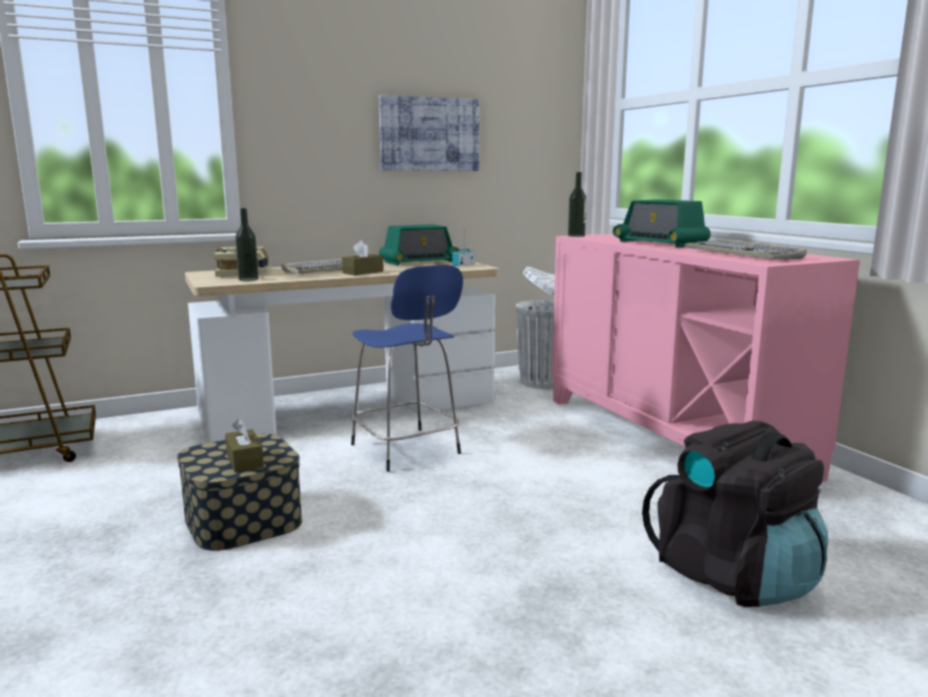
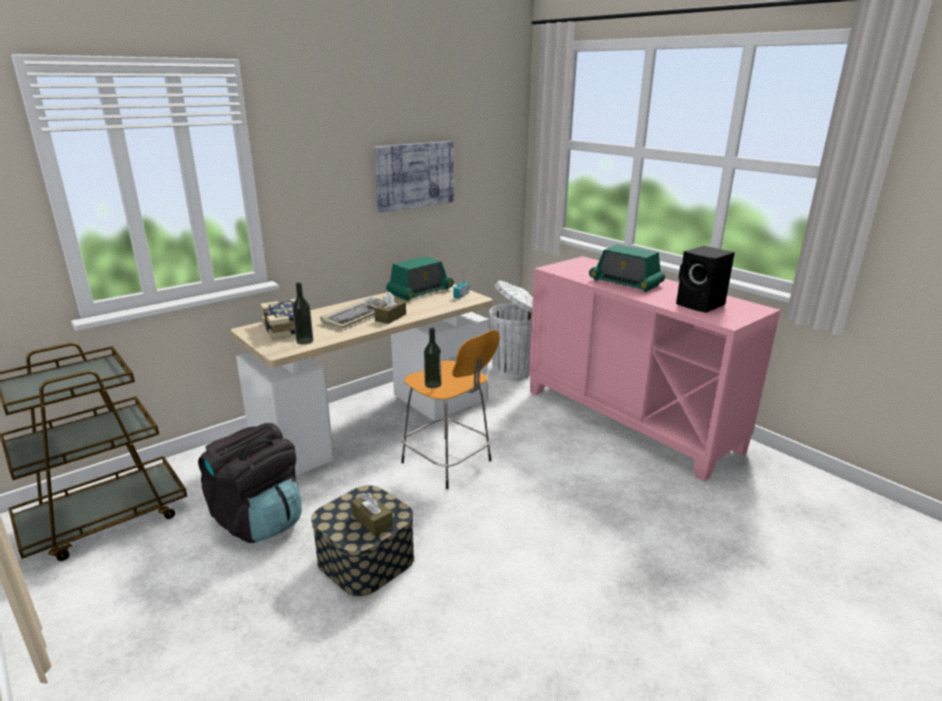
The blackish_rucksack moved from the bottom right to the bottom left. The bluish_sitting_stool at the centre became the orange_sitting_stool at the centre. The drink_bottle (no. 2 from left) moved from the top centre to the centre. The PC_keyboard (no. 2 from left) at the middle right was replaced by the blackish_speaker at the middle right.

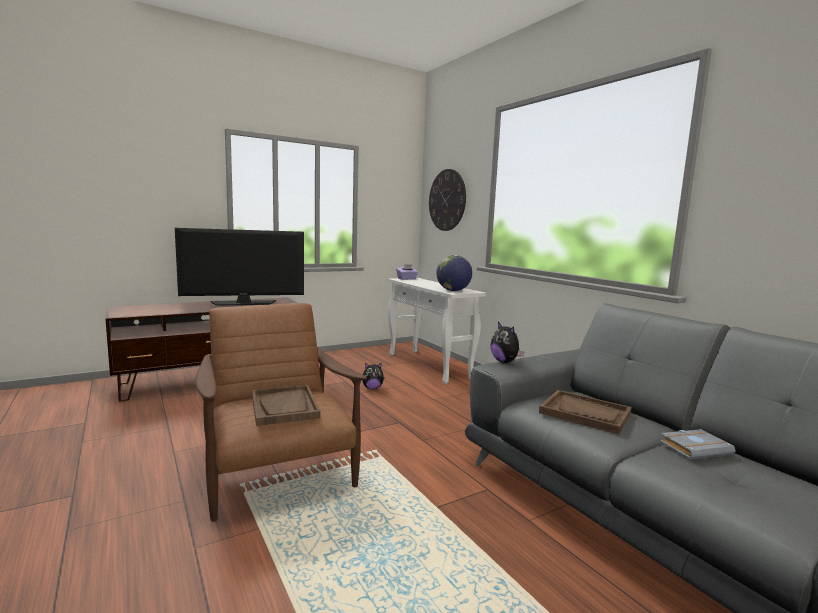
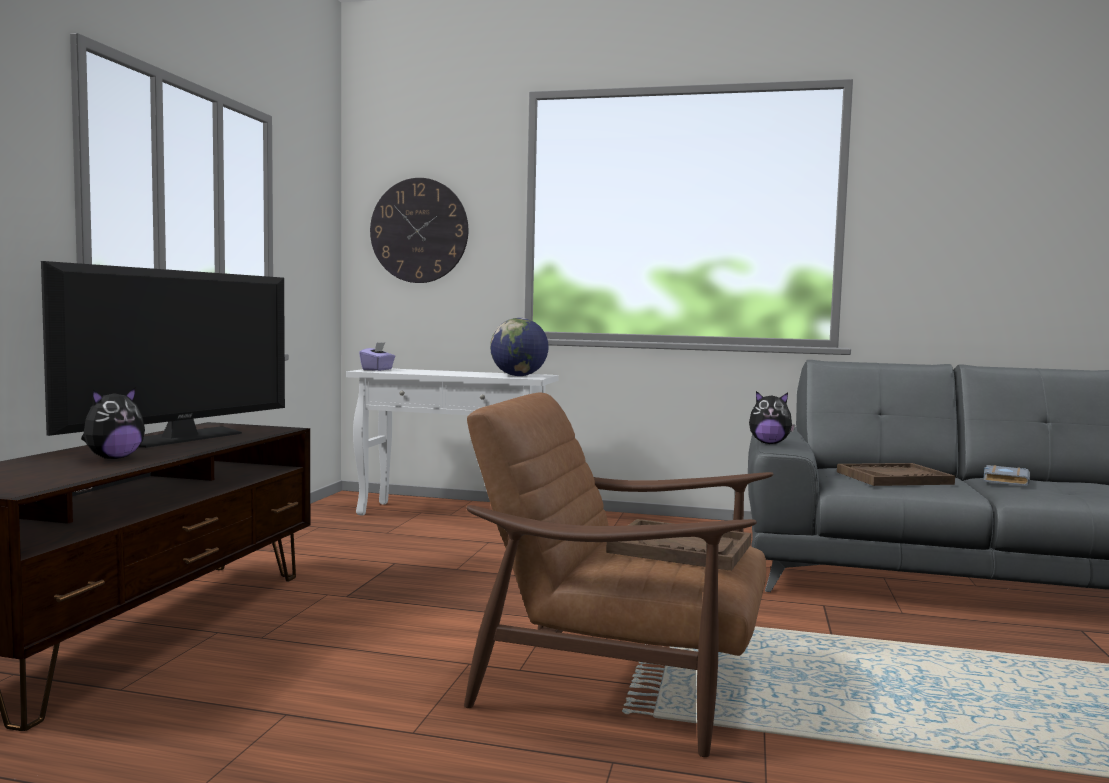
The plush_toy (no. 1 from left) moved from the centre to the middle left.

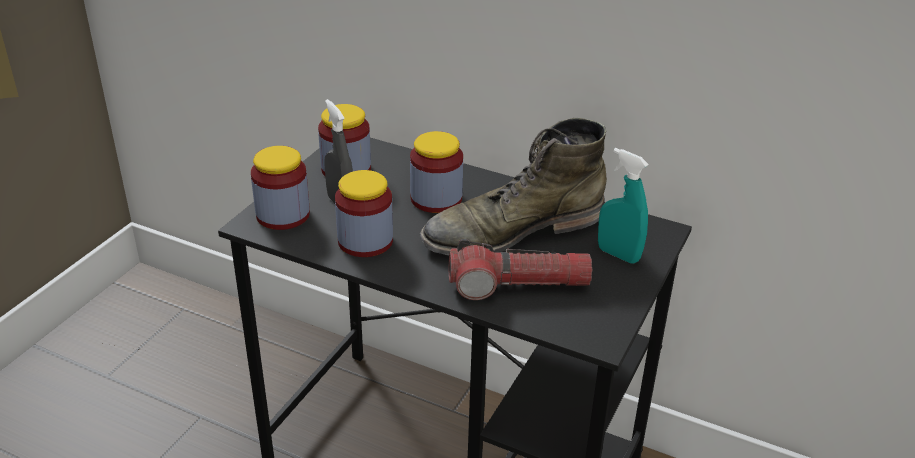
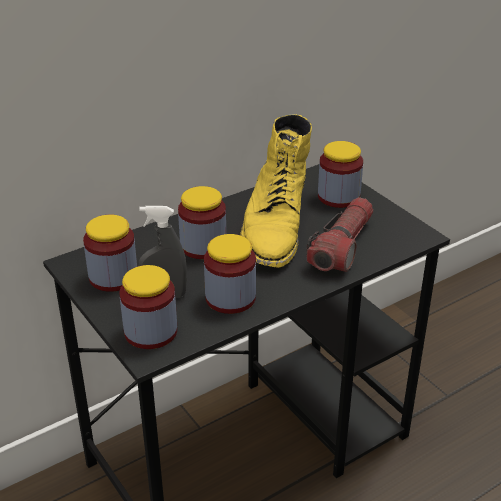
The greenish_boot at the centre became the yellow-coloured_boot at the centre. The blue-green_spray_bottle at the middle right was replaced by the preserve_jar (no. 5 from left) at the middle right.

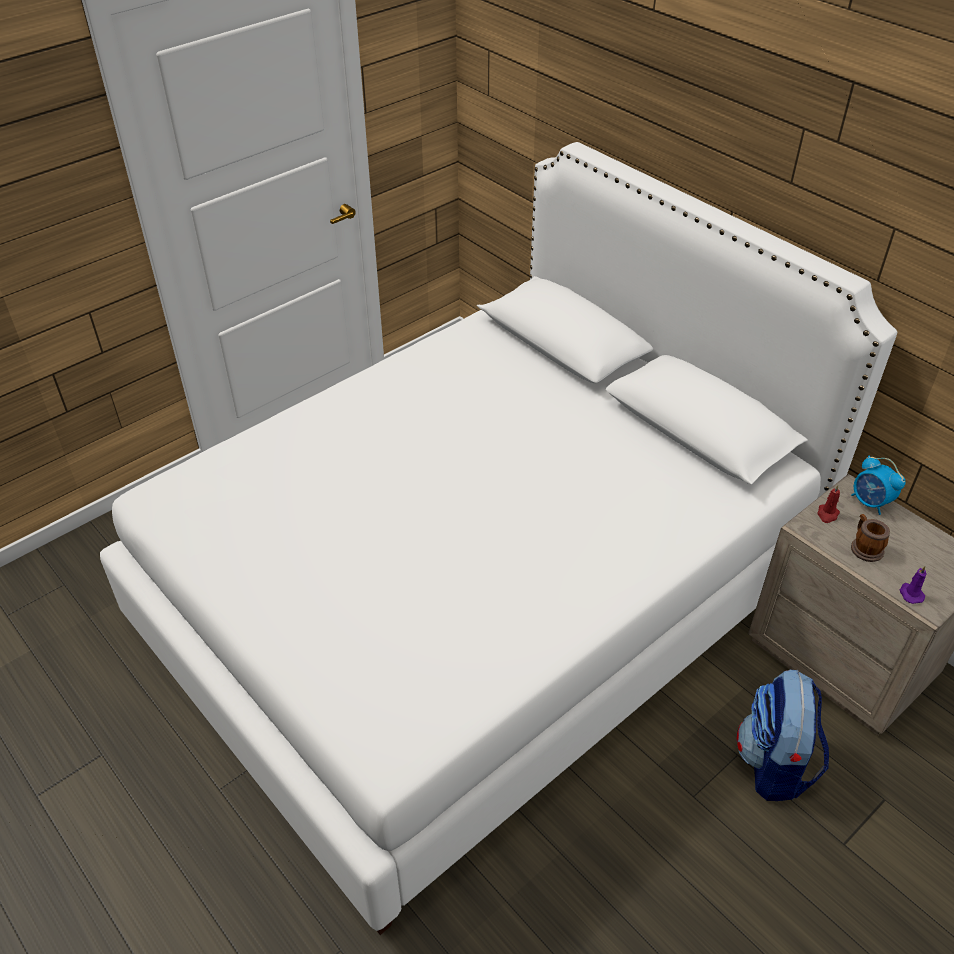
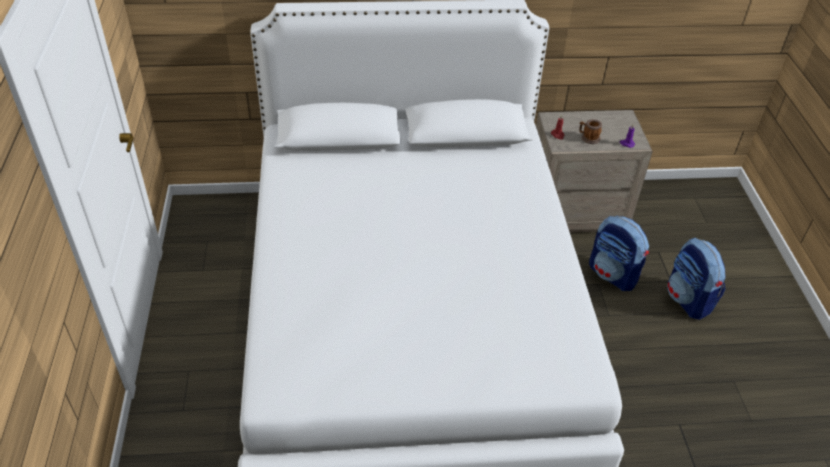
The rucksack (no. 2 from left) at the middle right appeared. The table_clock at the middle right disappeared.

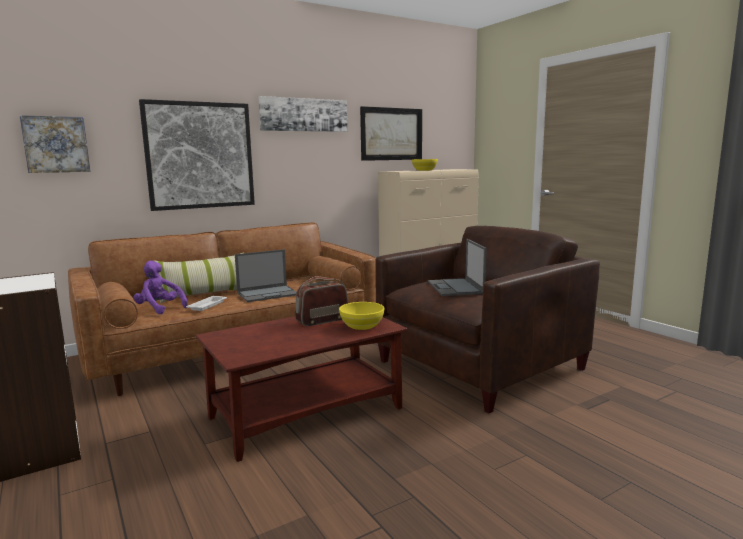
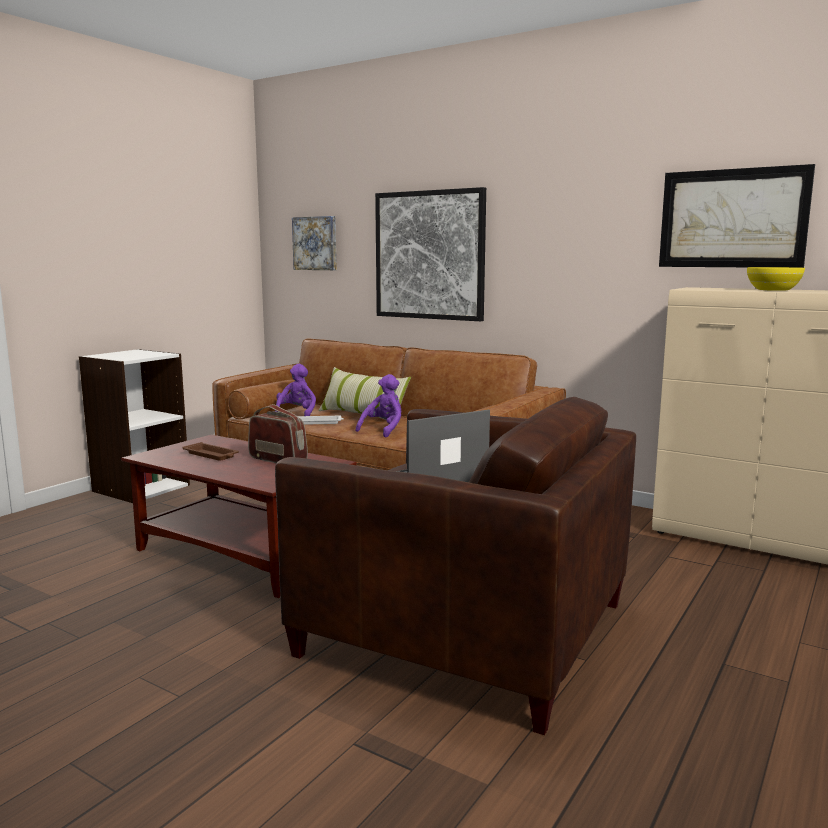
The brownish_serving_tray at the middle left appeared. The notebook_computer (no. 1 from left) at the centre was replaced by the purple-coloured_plush_toy (no. 2 from left) at the centre. The wall_picture (no. 3 from left) at the top centre disappeared. The yellow-coloured_deep_dish (no. 1 from left) at the centre disappeared.

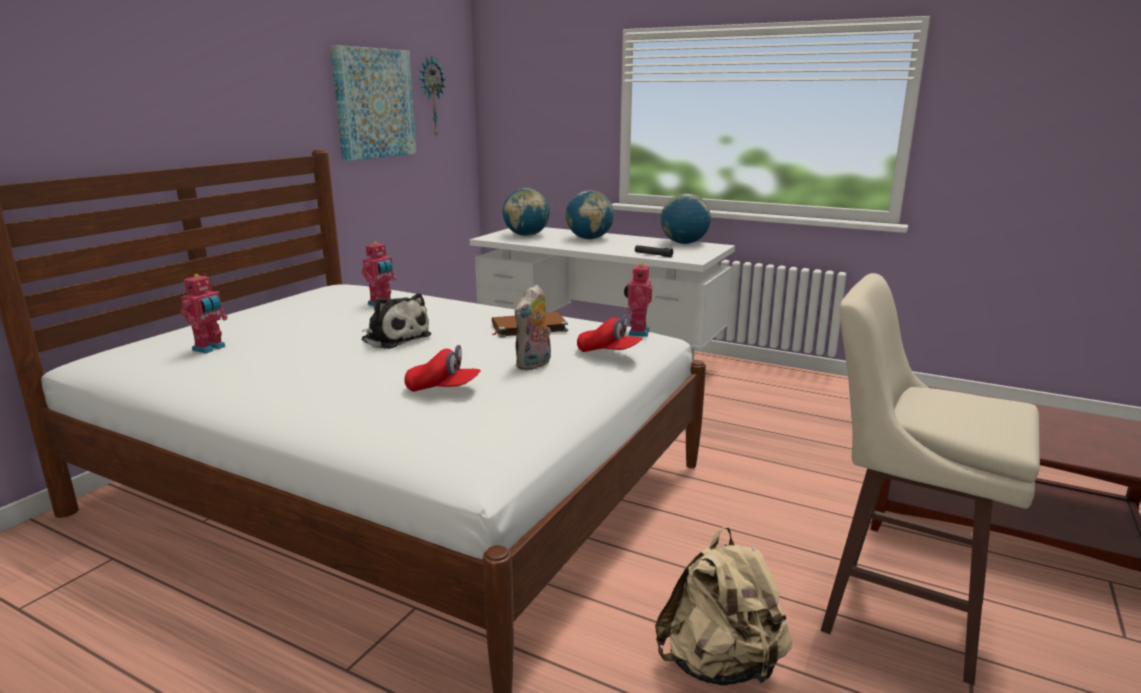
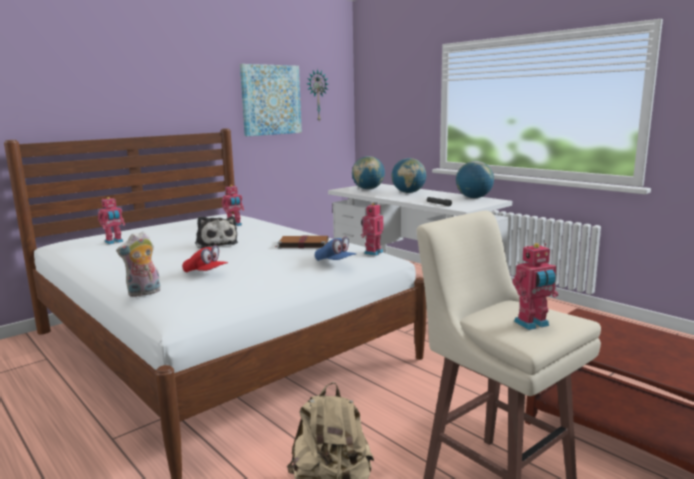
The plush_toy (no. 2 from left in the first image) moved from the centre to the middle left. The reddish_peaked_cap (no. 2 from left) at the centre became the bluish_peaked_cap at the centre. The toy_robot (no. 4 from left) at the middle right appeared.

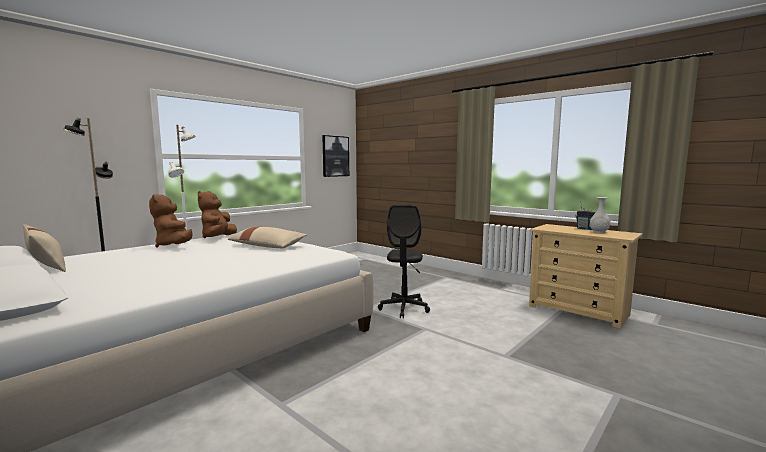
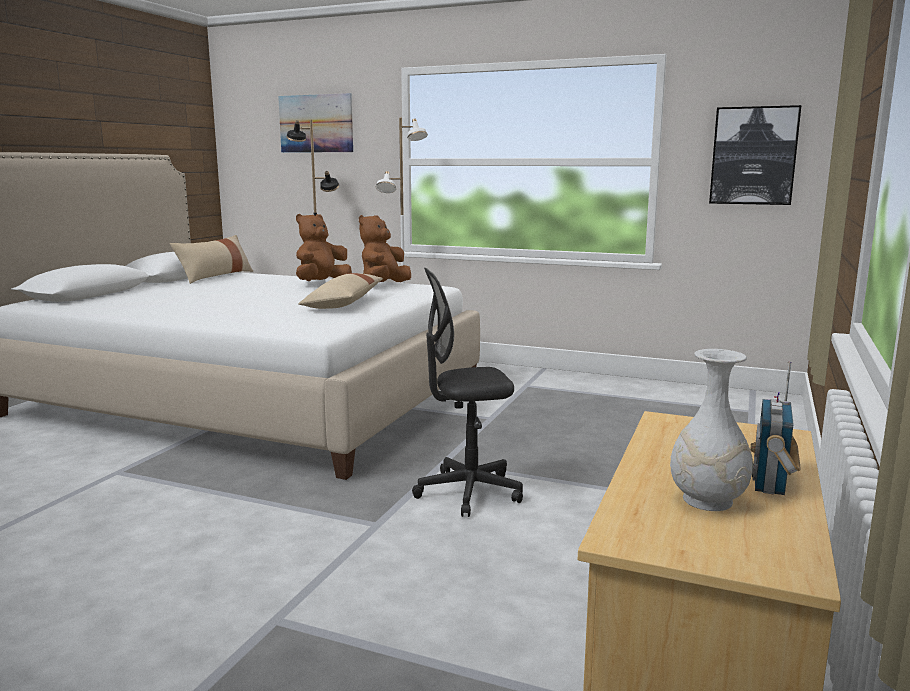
The wall_picture (no. 1 from left) at the top centre appeared. The brownish_plush_toy (no. 2 from left) at the middle left turned 45 degrees counterclockwise.

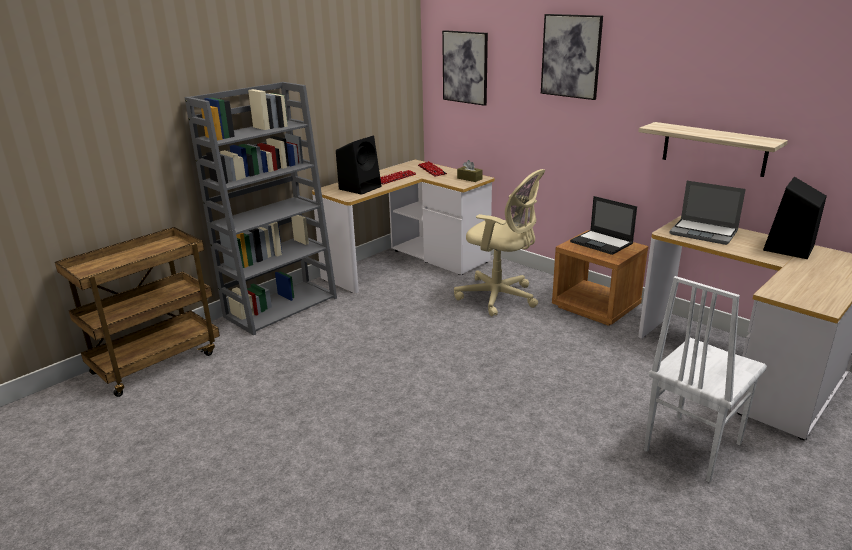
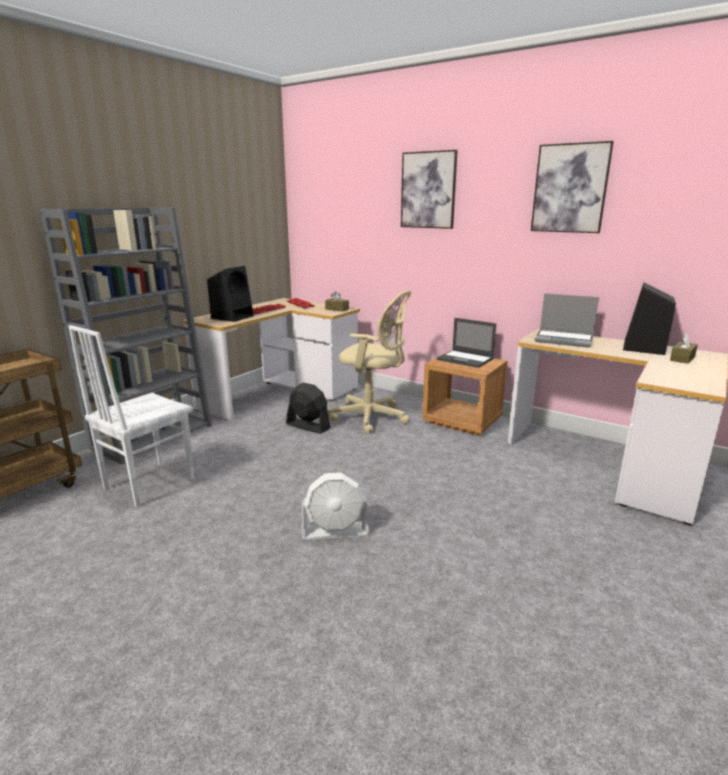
The white_plain_chair moved from the bottom right to the middle left. The blackish_cooling_fan at the centre appeared. The white_cooling_fan at the centre appeared. The wall_picture (no. 1 from left in the first image) moved from the top centre to the top right. The brownish_box_of_tissues (no. 2 from left) at the middle right appeared. The bracket_shelf at the top right disappeared.

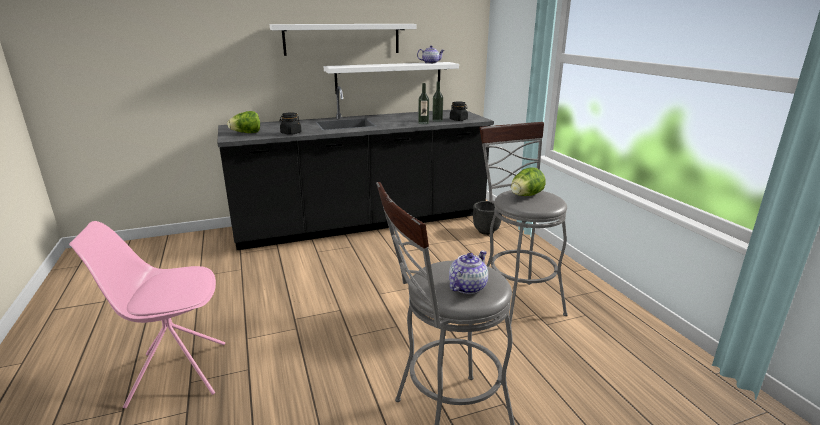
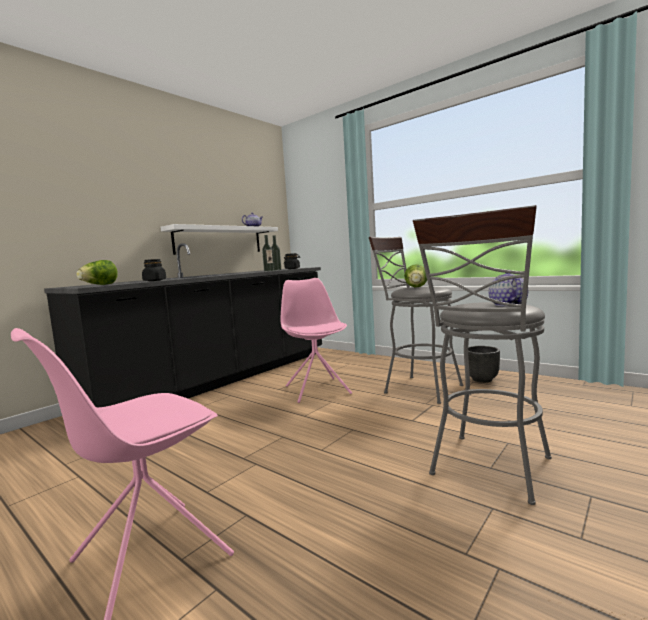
The pinkish_plain_chair (no. 2 from left) at the centre appeared. The blackish_flower_pot moved from the centre to the middle right. The white_bracket_shelf (no. 1 from left) at the top centre disappeared.

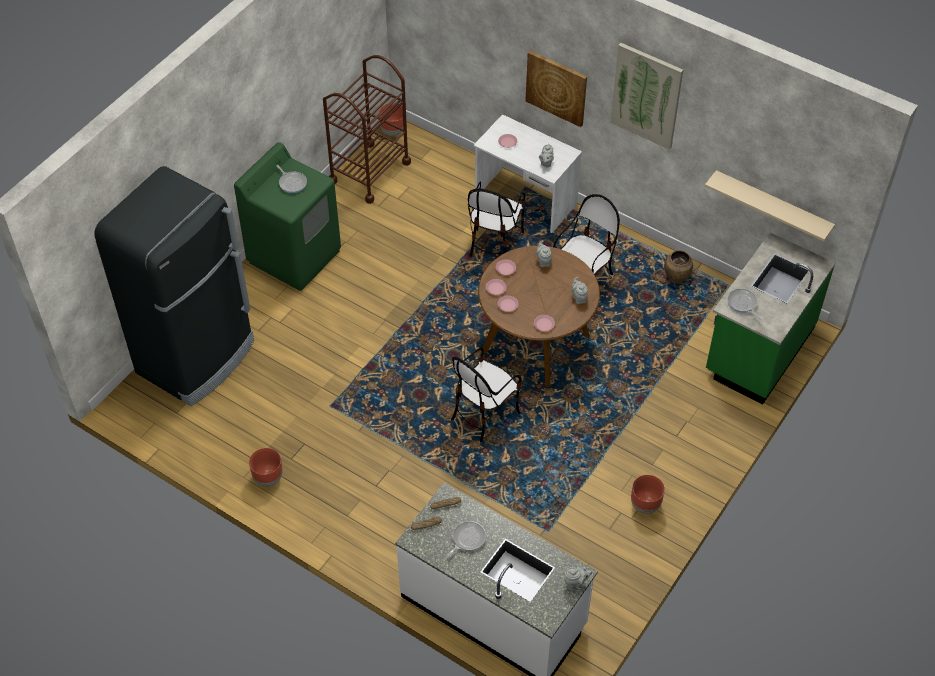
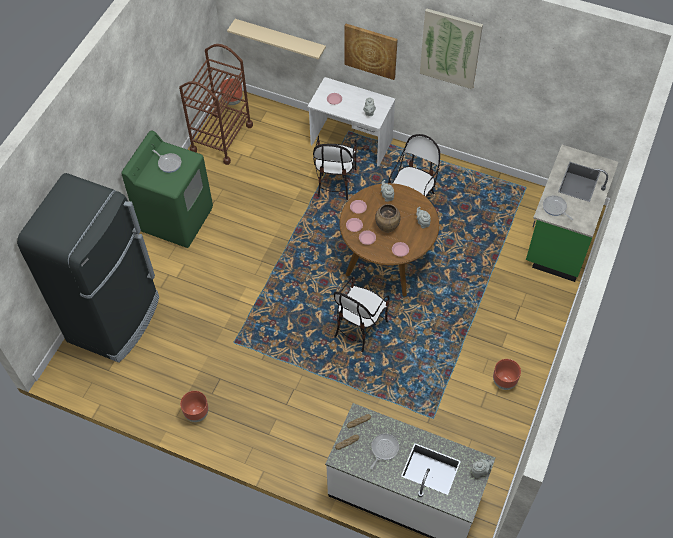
The sand-coloured_bracket_shelf moved from the top right to the top centre. The brownish_decorative_vase moved from the middle right to the centre.

